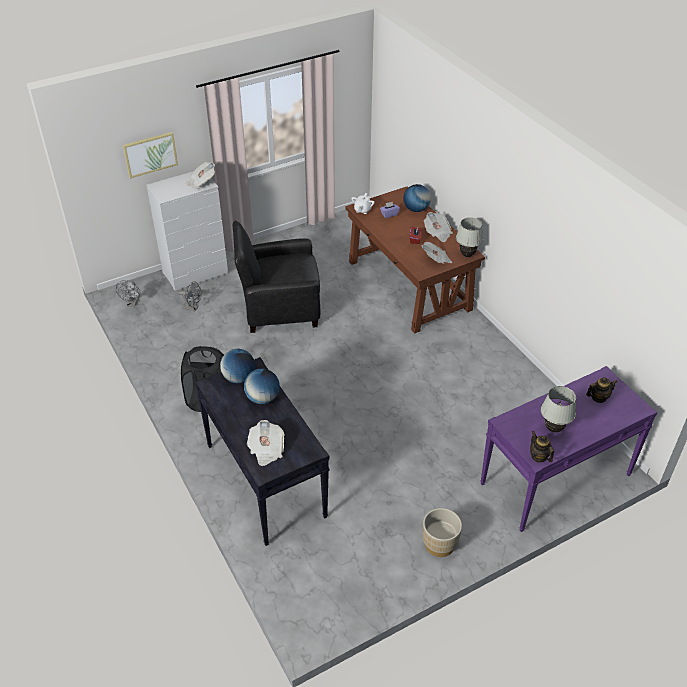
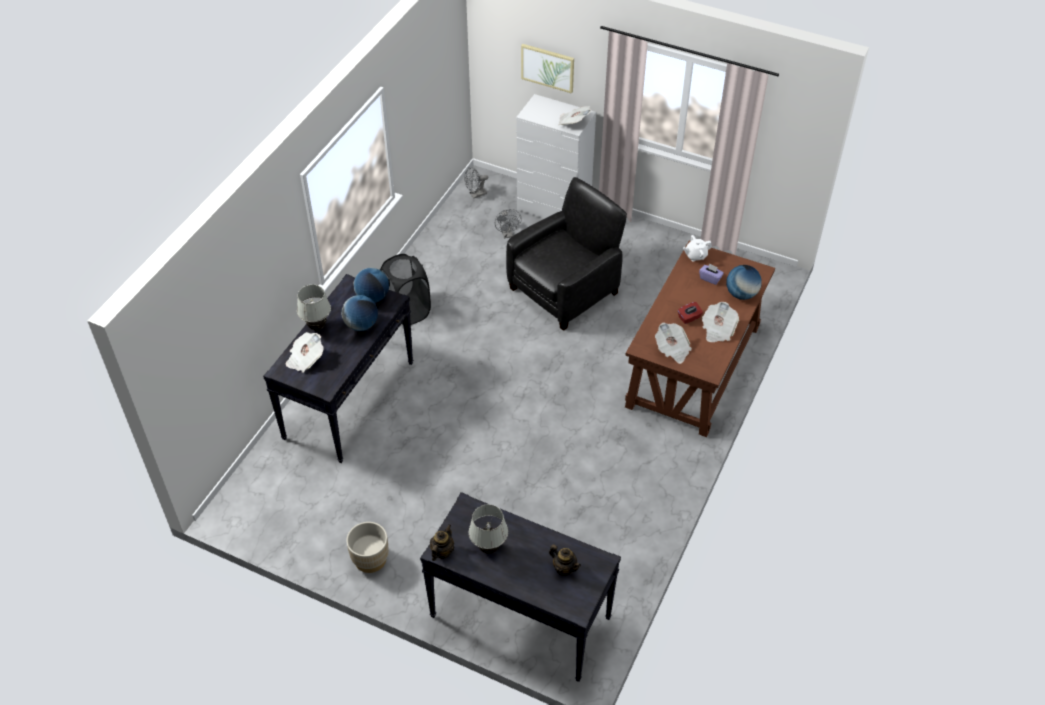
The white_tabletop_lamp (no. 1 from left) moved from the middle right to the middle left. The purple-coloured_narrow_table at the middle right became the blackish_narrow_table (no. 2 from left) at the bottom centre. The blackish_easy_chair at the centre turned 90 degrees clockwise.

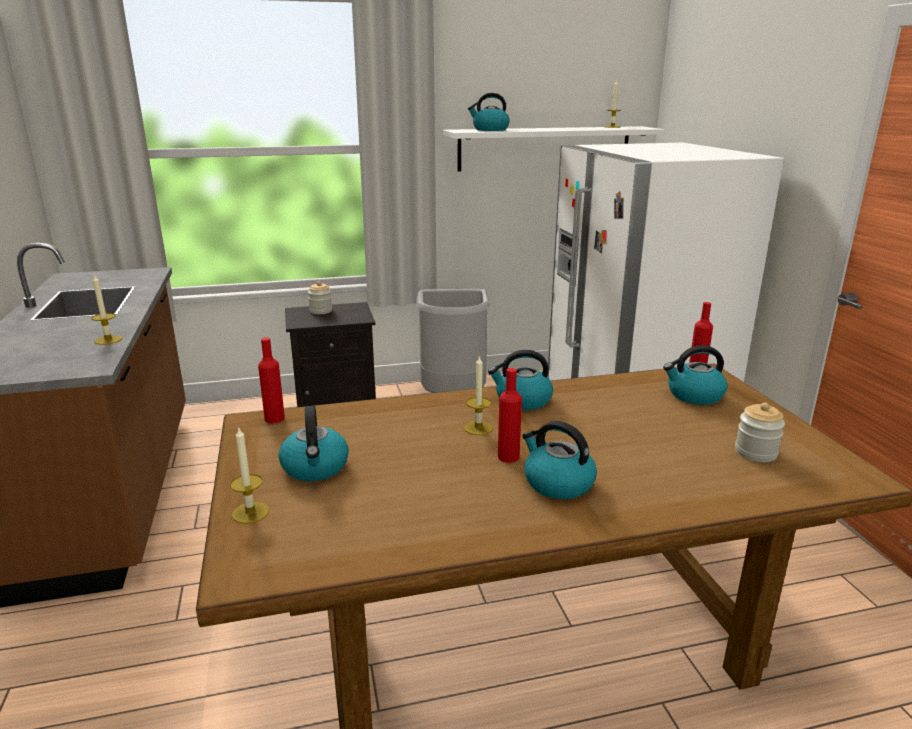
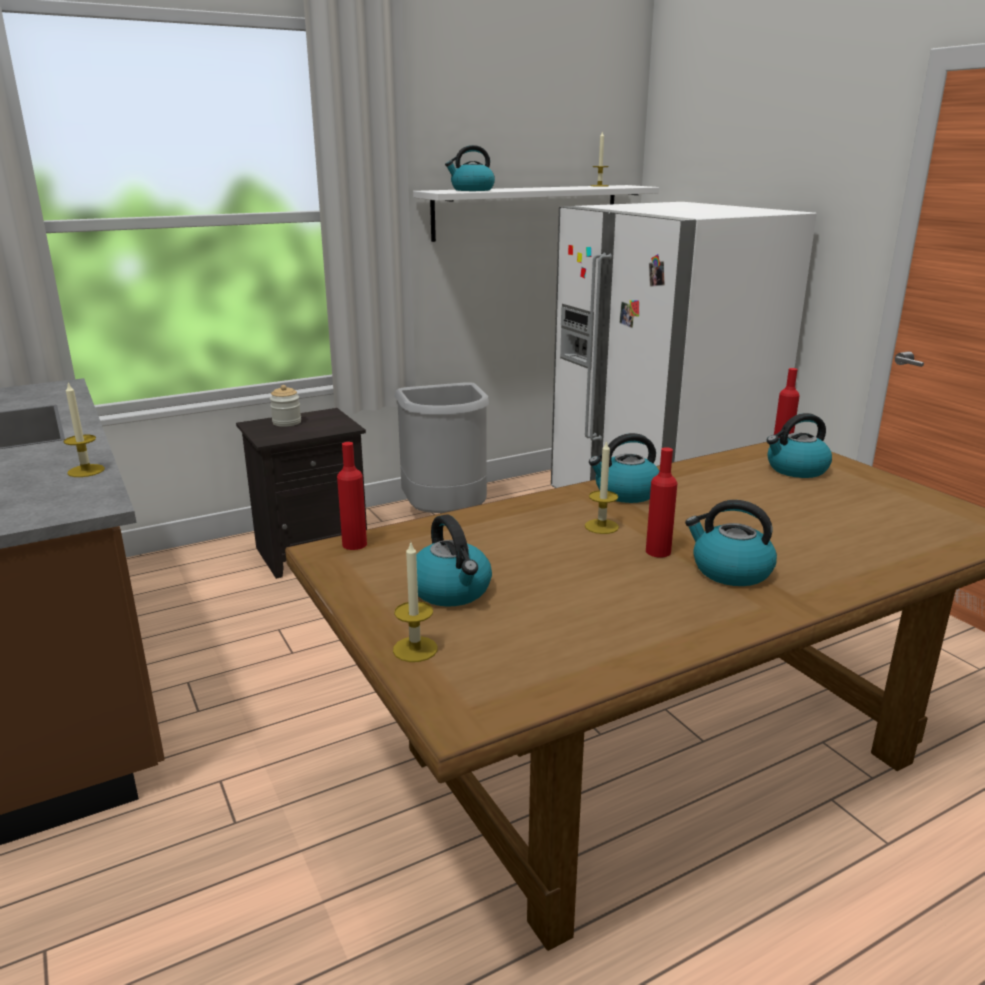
The preserve_jar (no. 2 from left) at the middle right disappeared.

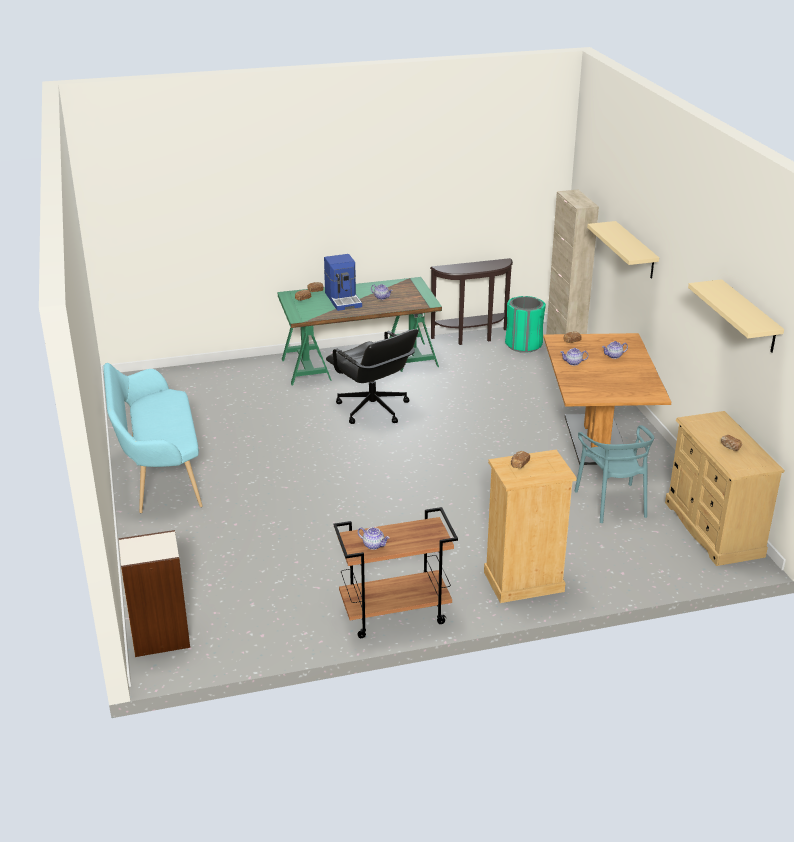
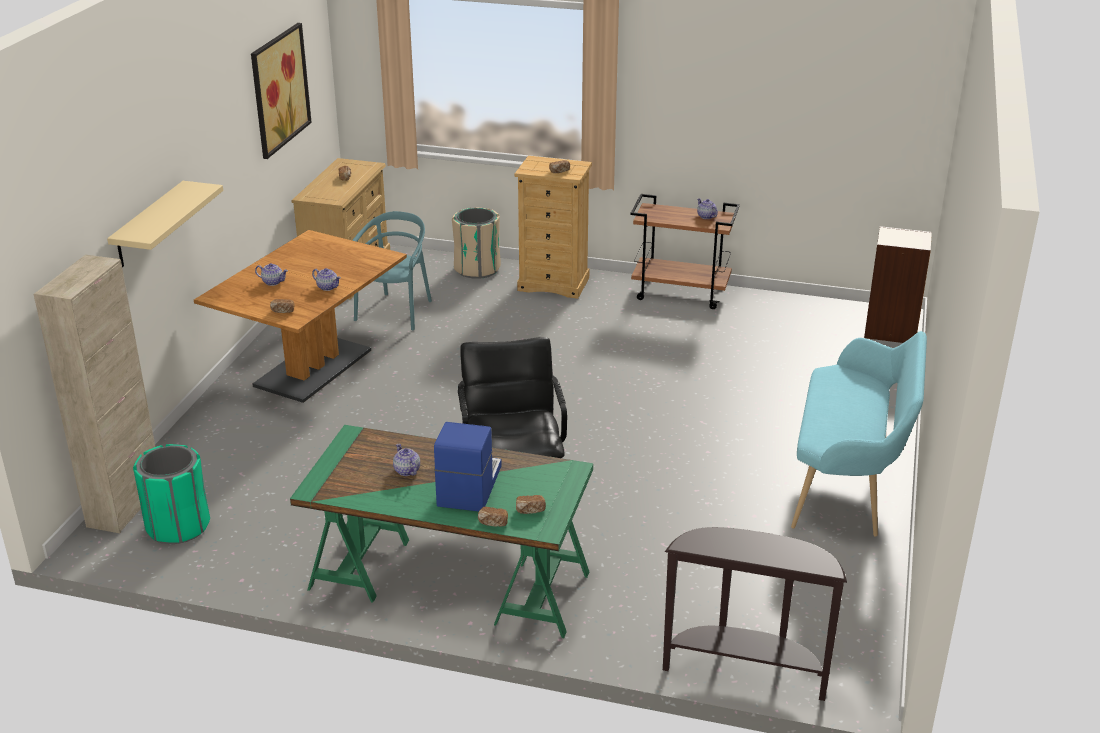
The sand-coloured_bracket_shelf (no. 2 from left) at the middle right was replaced by the wall_picture at the top left. The sand-coloured_waste_bin at the top centre appeared. The brownish_narrow_table moved from the centre to the bottom right.

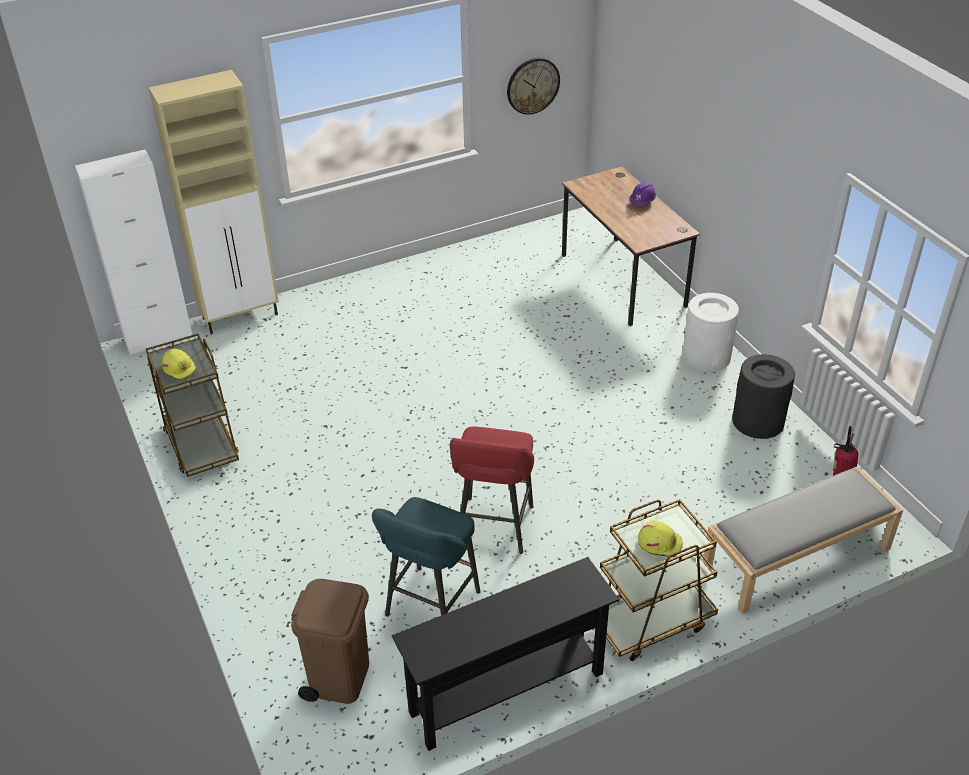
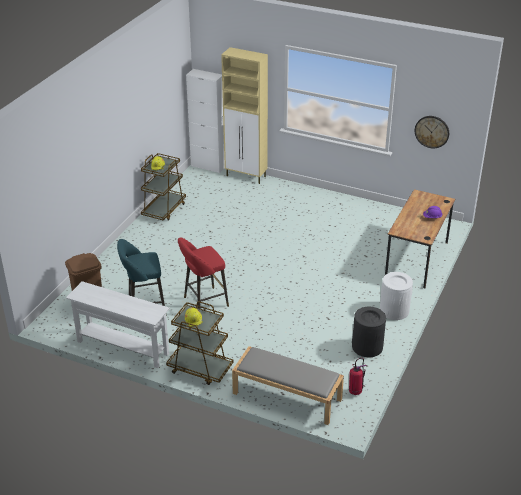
The blackish_narrow_table at the bottom centre became the white_narrow_table at the middle left.

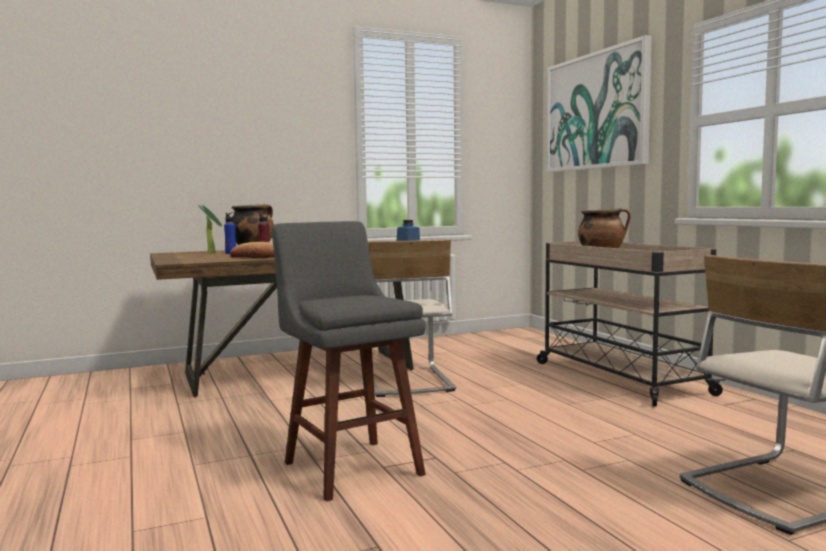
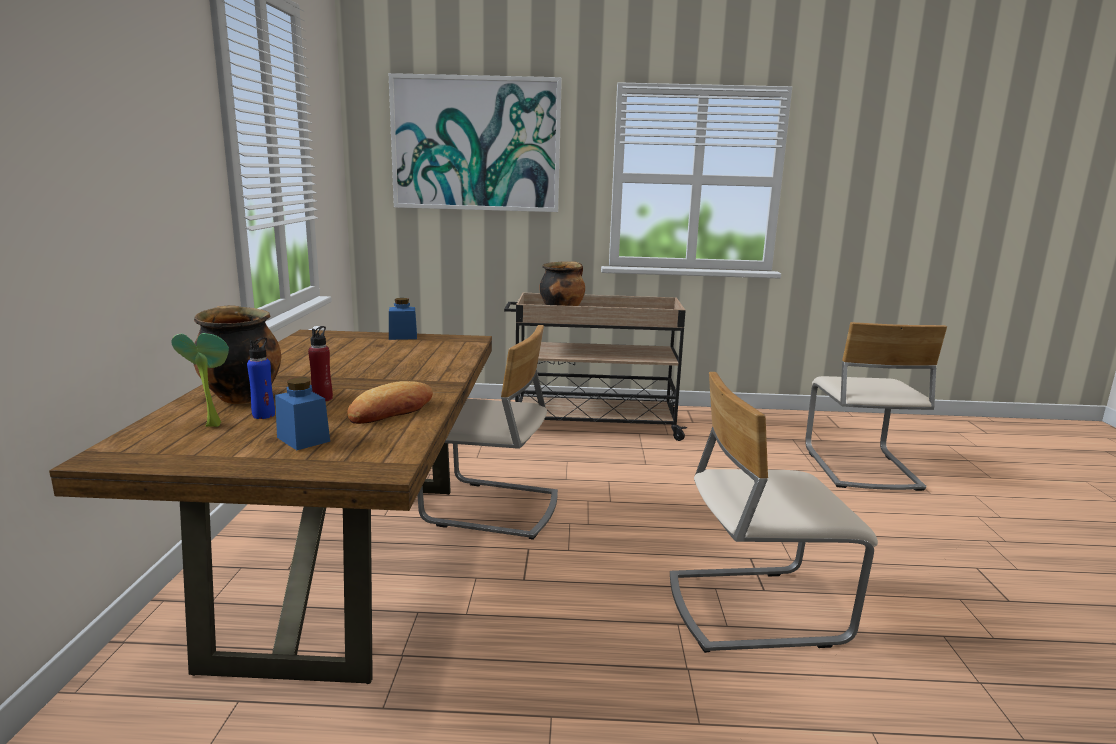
The bluish_preserve_jar (no. 1 from left) at the middle left appeared. The grey_sitting_stool at the centre was replaced by the sand-coloured_plain_chair (no. 2 from left) at the bottom right.

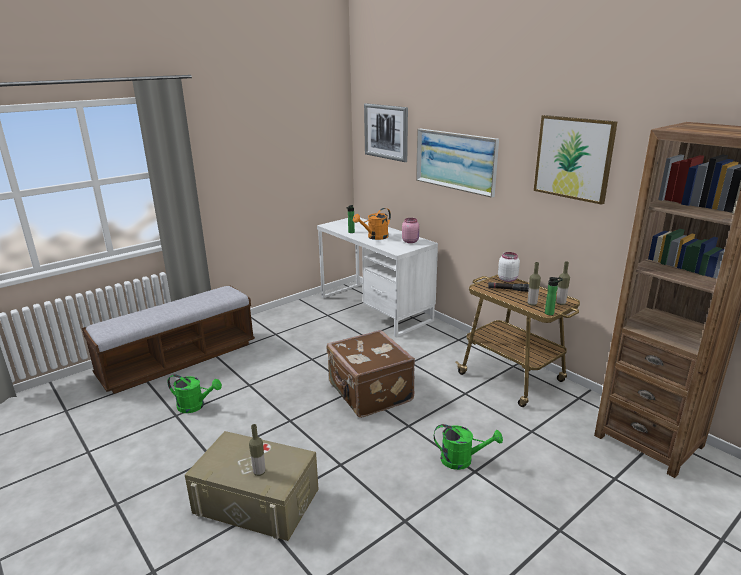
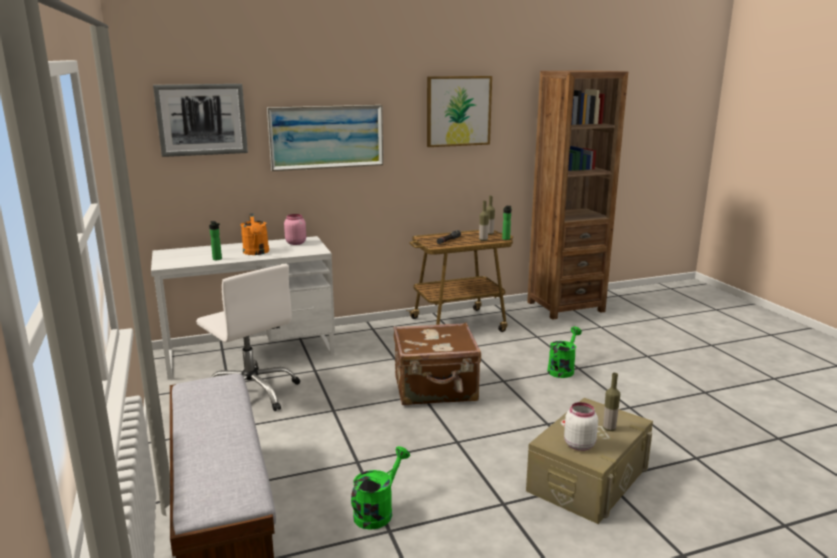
The white_office_chair at the middle left appeared. The white_preserve_jar moved from the middle right to the bottom right.

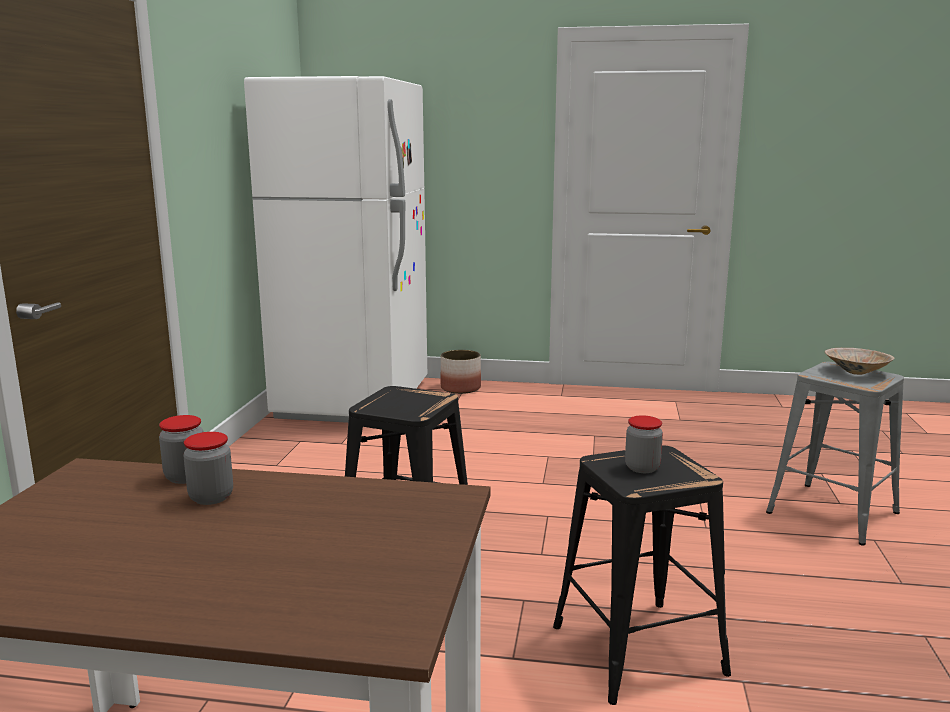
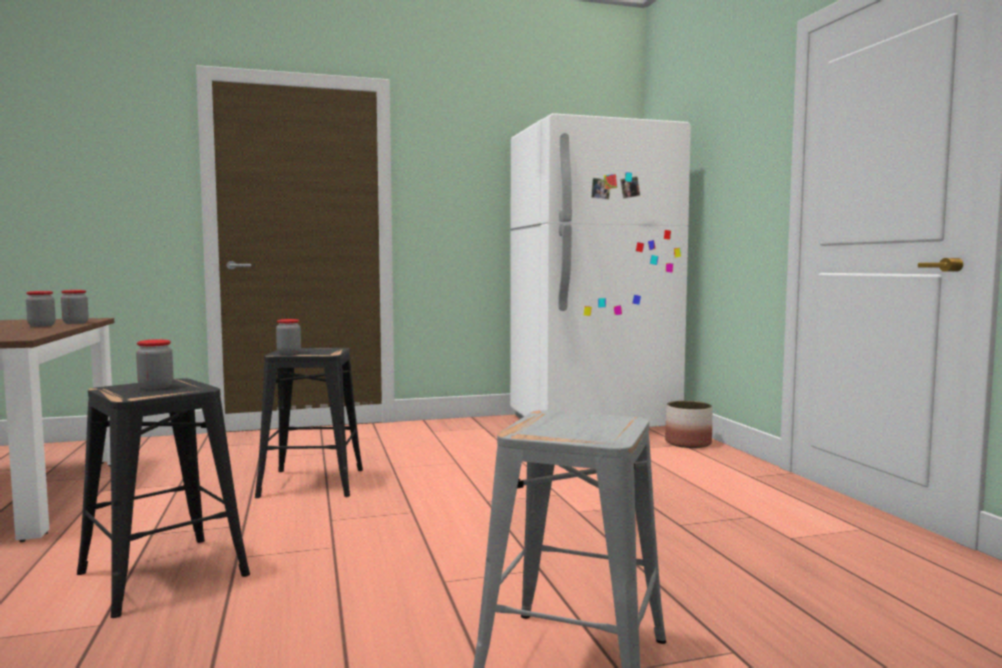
The preserve_jar (no. 4 from left) at the middle left appeared. The sand-coloured_deep_dish at the middle right disappeared.

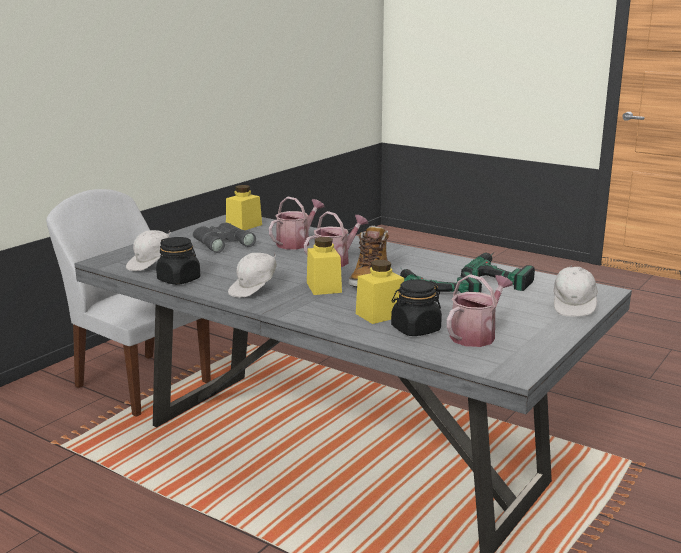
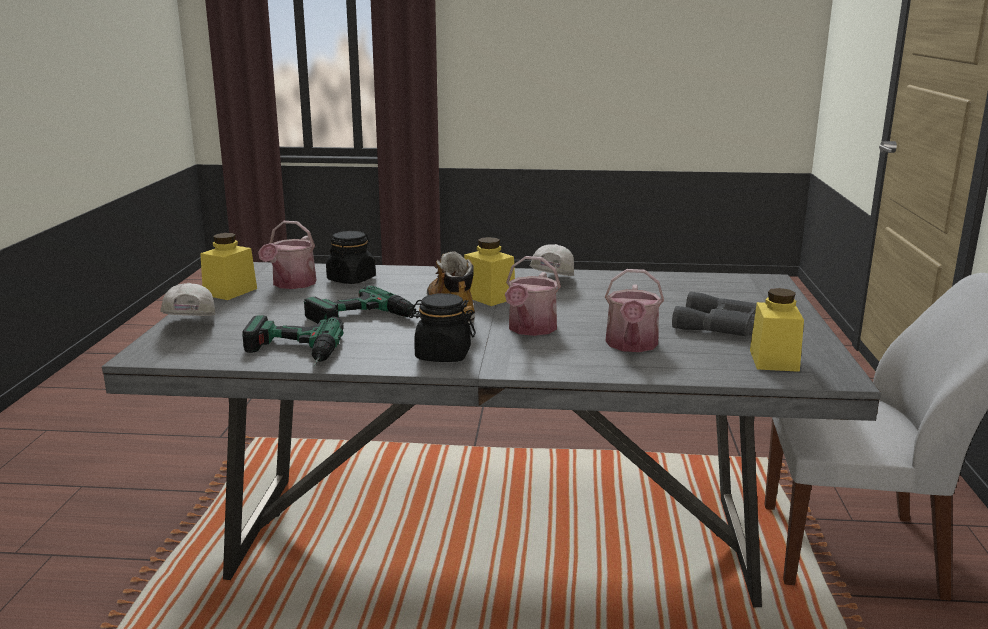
The yellow-coloured_preserve_jar (no. 3 from left in the first image) moved from the centre to the middle left. The blackish_preserve_jar (no. 1 from left in the first image) moved from the middle left to the centre. The white_peaked_cap (no. 1 from left) at the middle left disappeared.

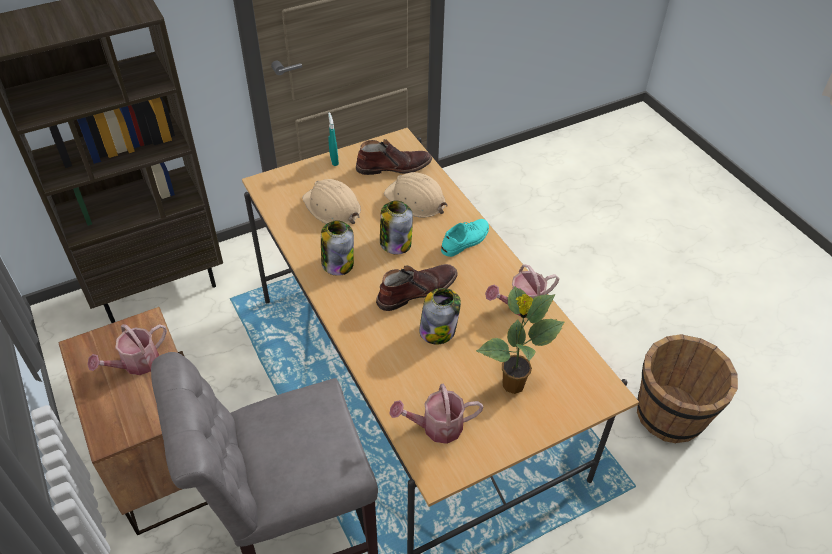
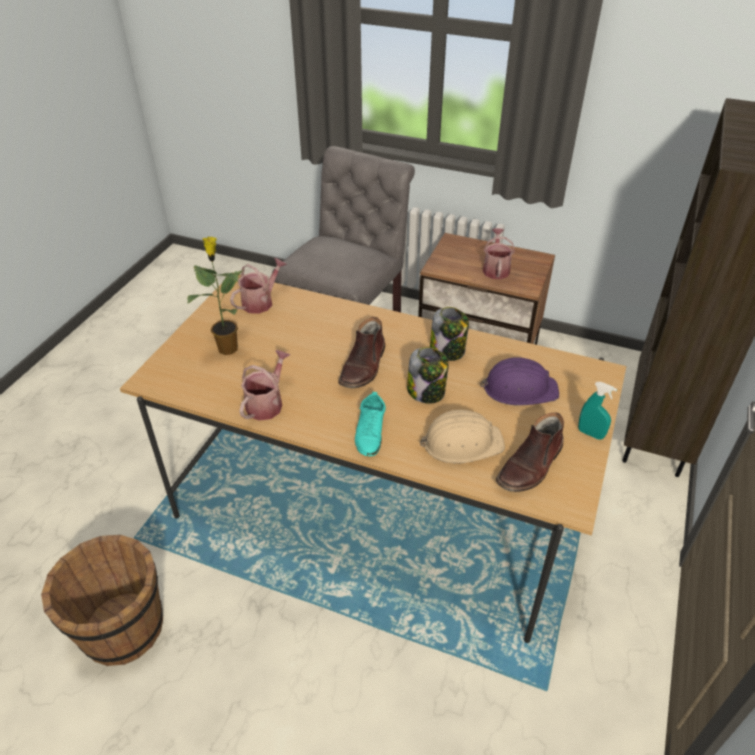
The sand-coloured_work_helmet (no. 1 from left) at the centre became the purple-coloured_work_helmet at the middle right. The preserve_jar (no. 3 from left) at the centre disappeared.

